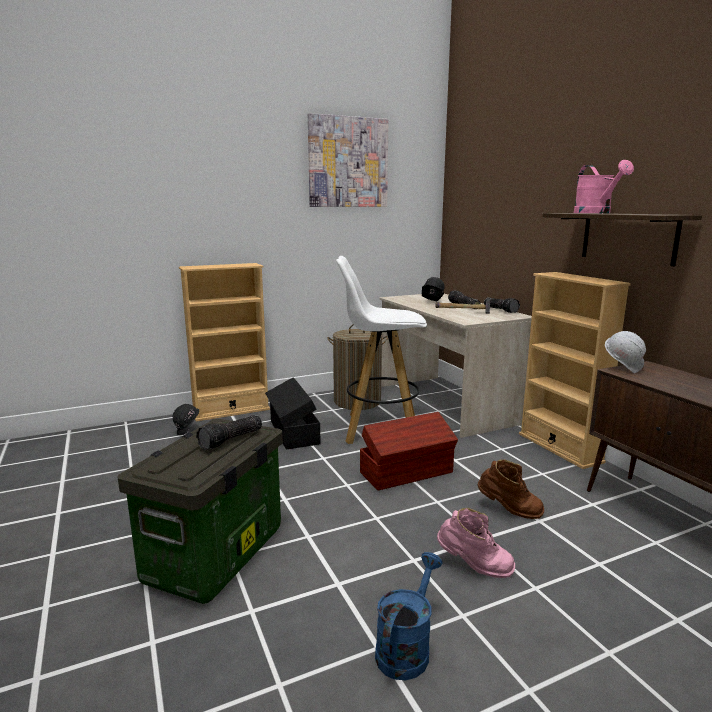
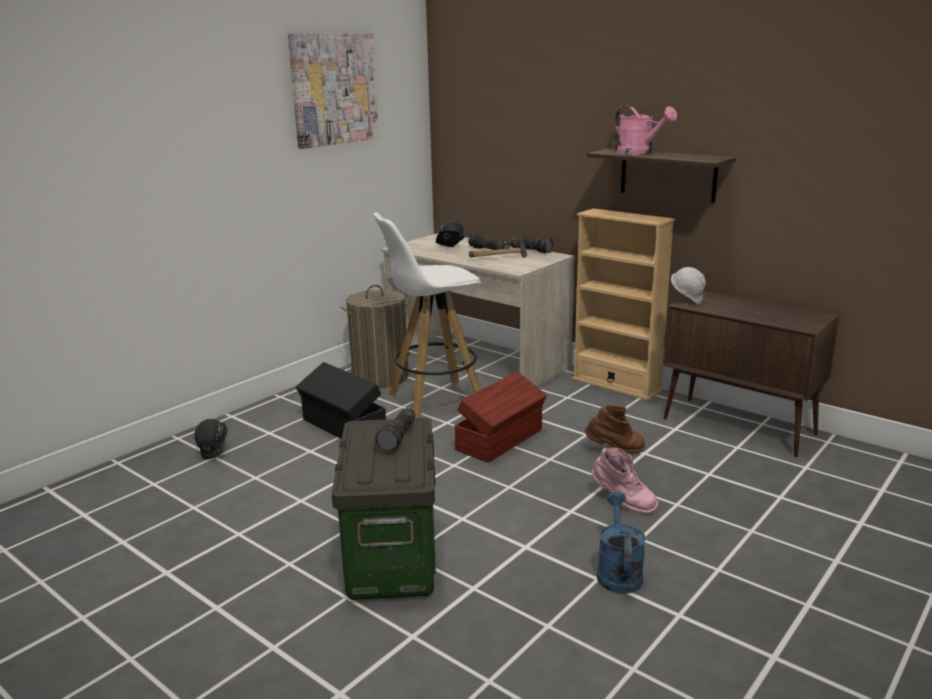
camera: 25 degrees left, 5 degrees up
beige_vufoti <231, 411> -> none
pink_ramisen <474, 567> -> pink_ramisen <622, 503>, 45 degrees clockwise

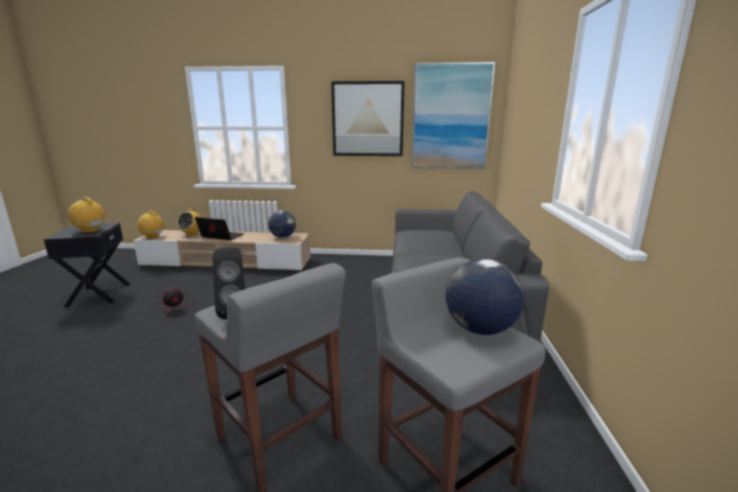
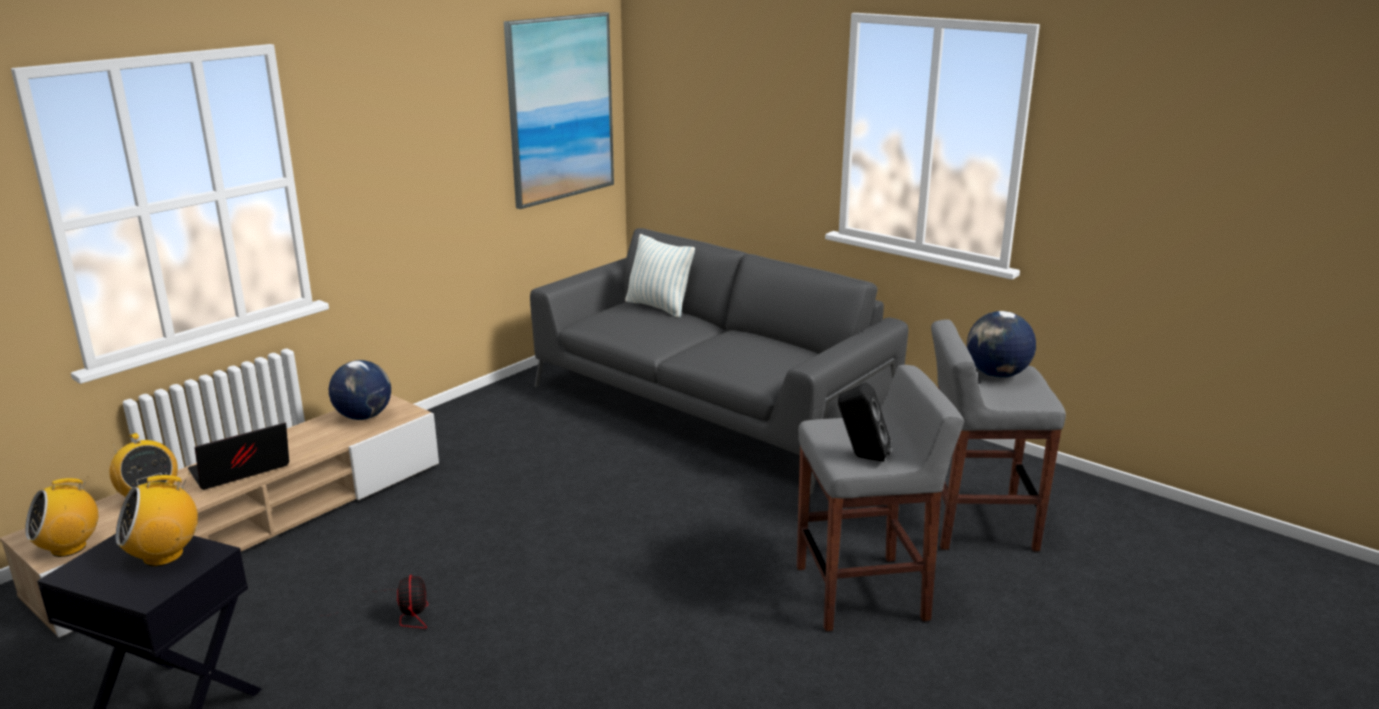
camera: 55 degrees left, 5 degrees up
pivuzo <367, 119> -> none
none -> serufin <658, 307>

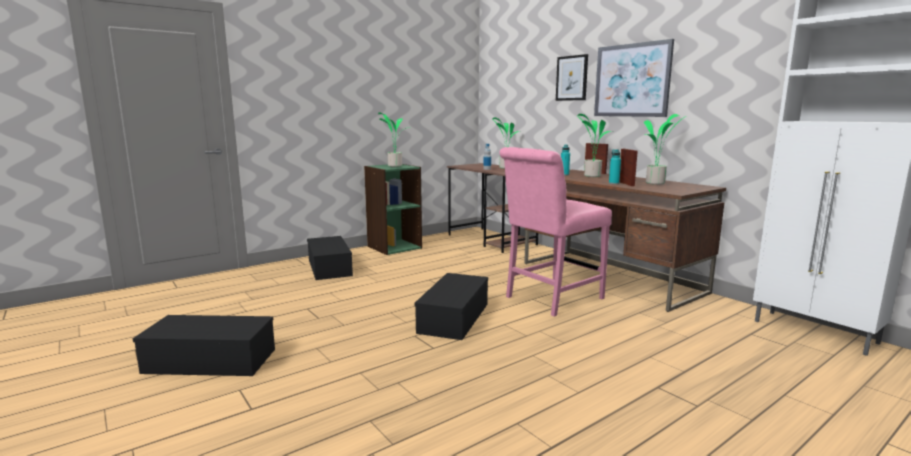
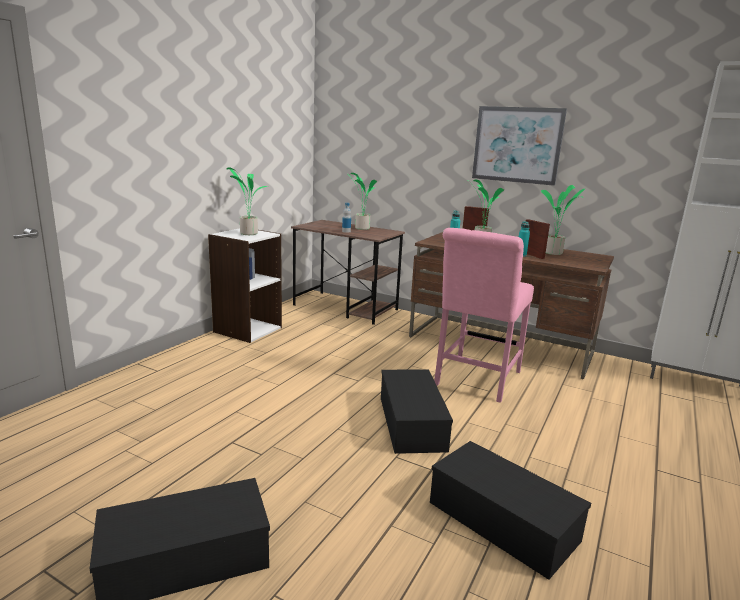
camera: 25 degrees left, 5 degrees up
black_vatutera <330, 267> -> black_vatutera <505, 521>, moved
green_vufoti <394, 247> -> white_vufoti <247, 329>
pivuzo <572, 78> -> none

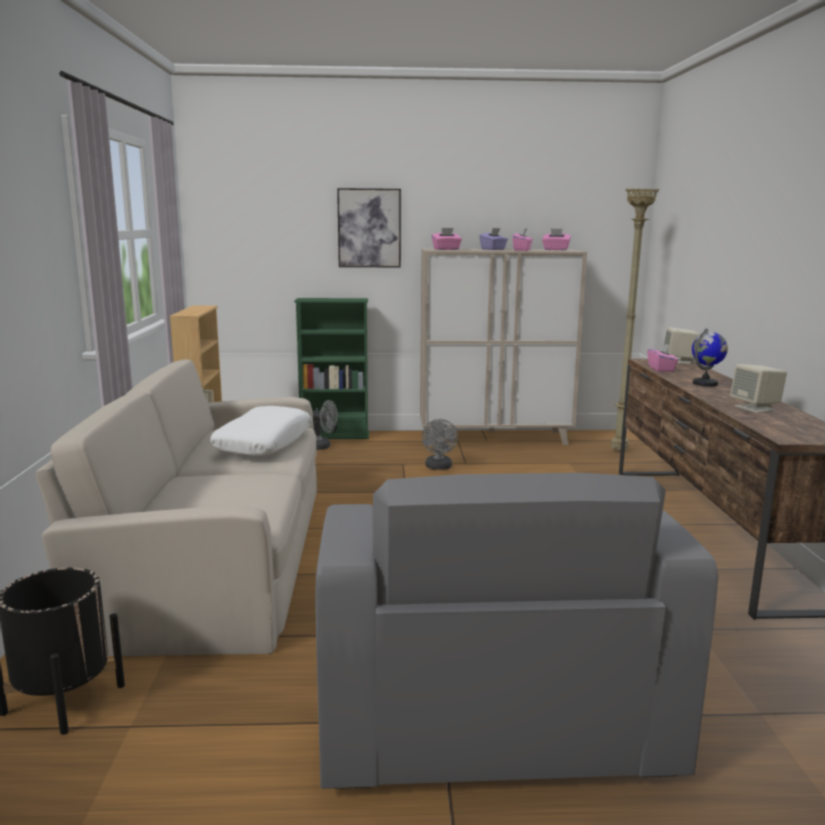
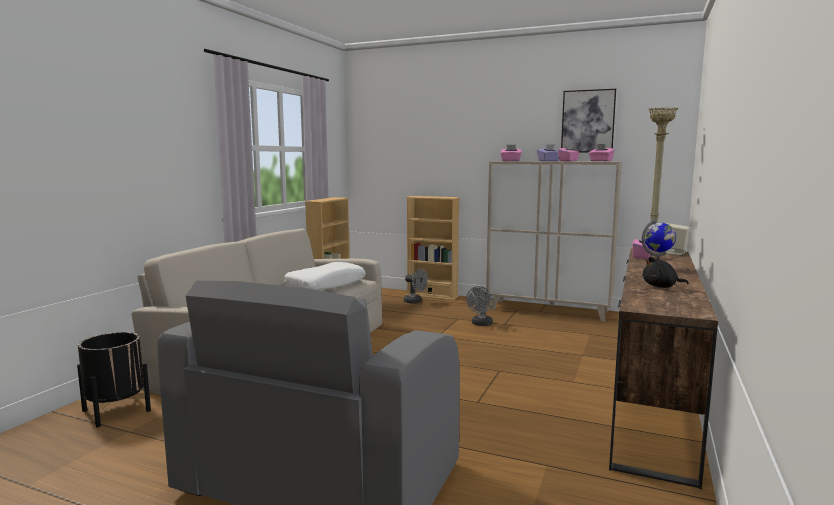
camera: 25 degrees right, 5 degrees down
green_vufoti <334, 435> -> beige_vufoti <432, 296>
pivuzo <369, 228> -> pivuzo <588, 121>, moved
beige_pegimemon <755, 408> -> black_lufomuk <661, 287>

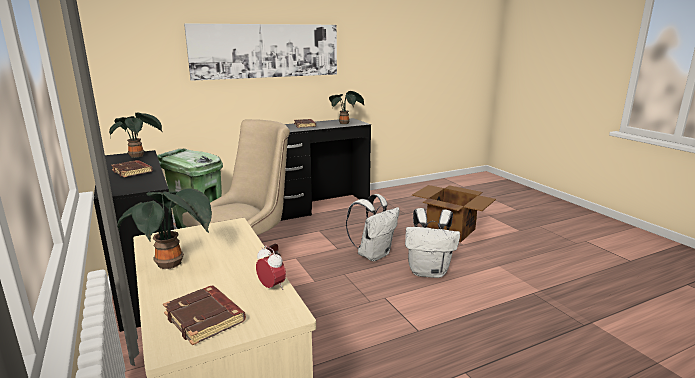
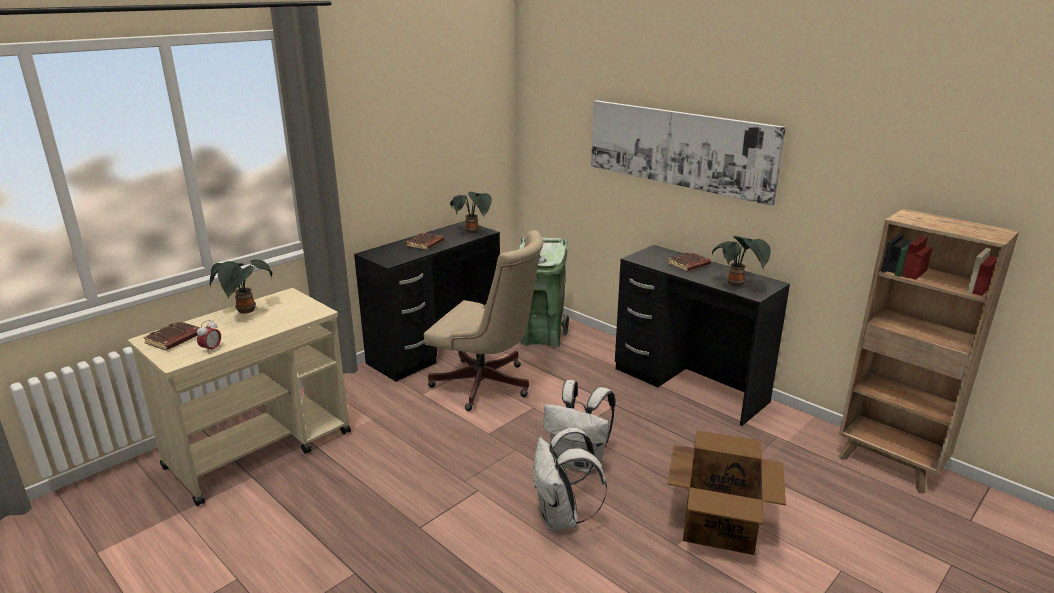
camera: 70 degrees right, 5 degrees up
none -> brown_vufoti <889, 465>

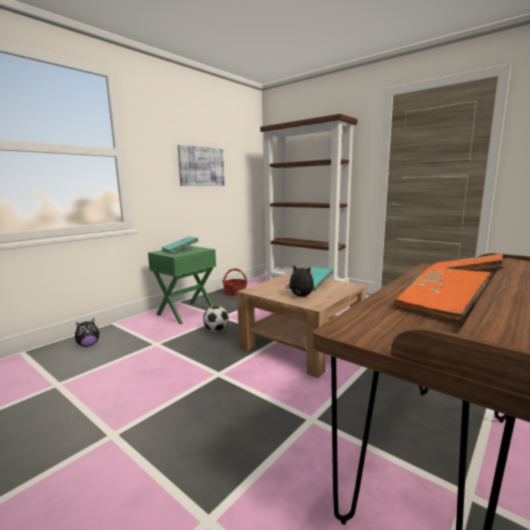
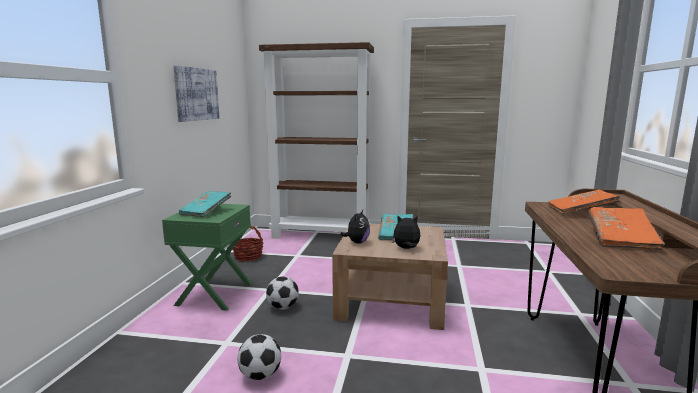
camera: 30 degrees left, 0 degrees up
lufomuk <88, 345> -> lufomuk <357, 242>, moved
none -> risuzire <260, 375>

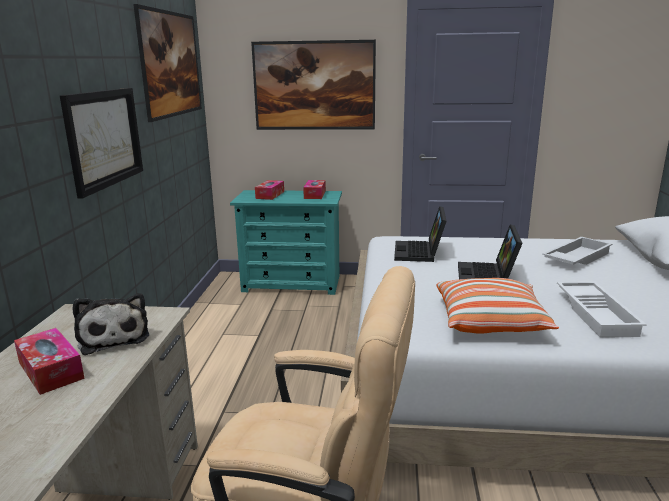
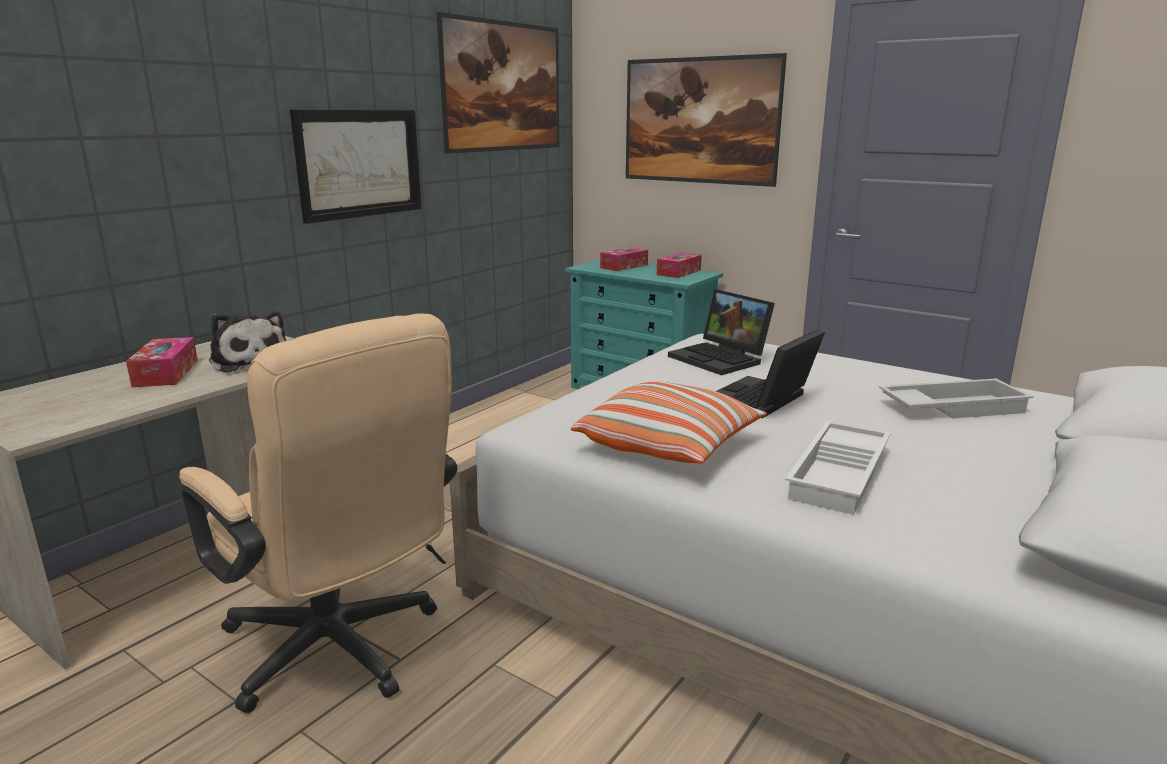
camera: 30 degrees right, 0 degrees up
lufomuk <113, 337> -> lufomuk <248, 361>, 45 degrees counterclockwise
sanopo <420, 253> -> sanopo <721, 359>, 75 degrees counterclockwise

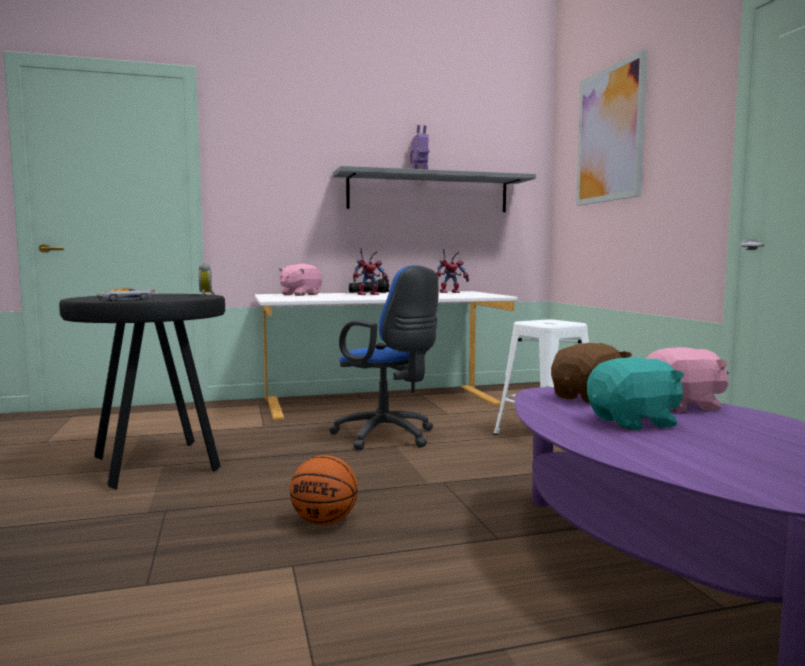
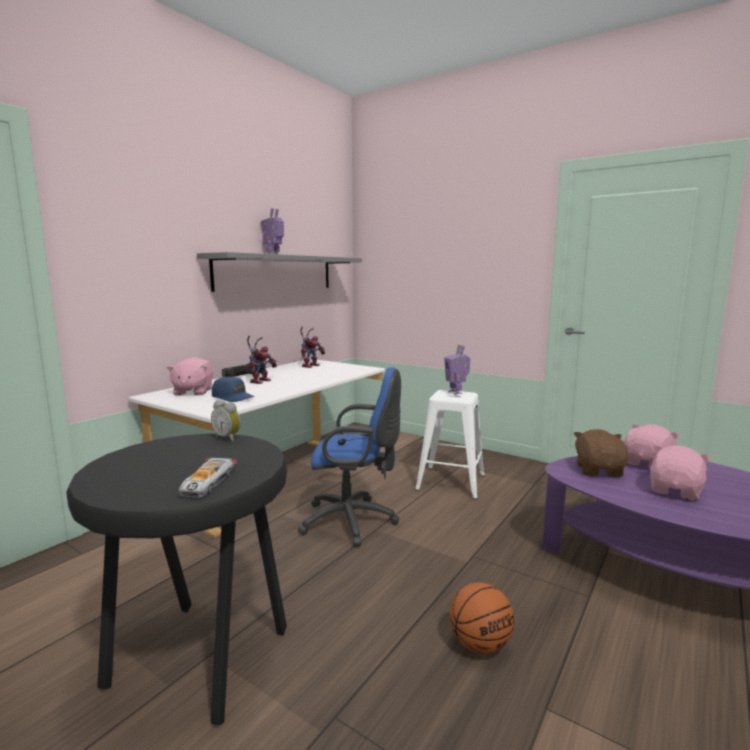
camera: 40 degrees left, 5 degrees up
pivuzo <610, 135> -> none
turquoise_lufomuk <634, 422> -> pink_lufomuk <676, 491>
none -> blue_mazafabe <233, 397>
none -> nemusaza <456, 392>

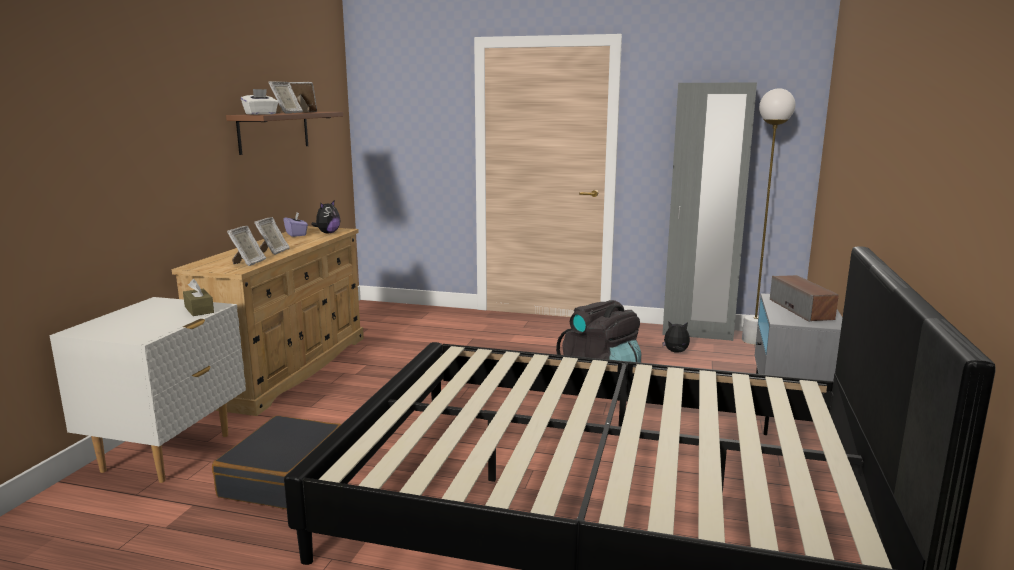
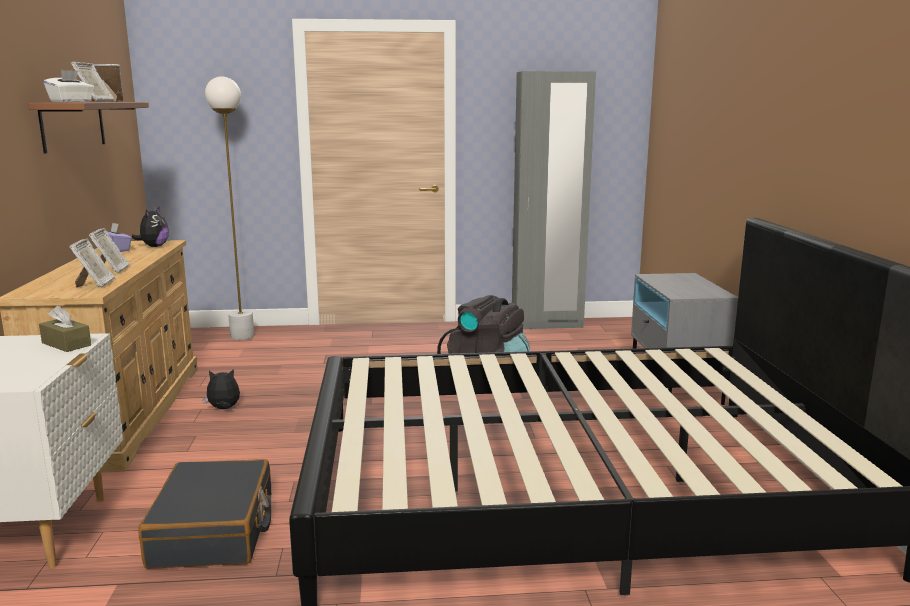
camera: 20 degrees left, 0 degrees up
lufomuk <676, 352> -> lufomuk <224, 409>, moved
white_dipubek <753, 341> -> white_dipubek <242, 336>, moved
pegimemon <801, 309> -> none

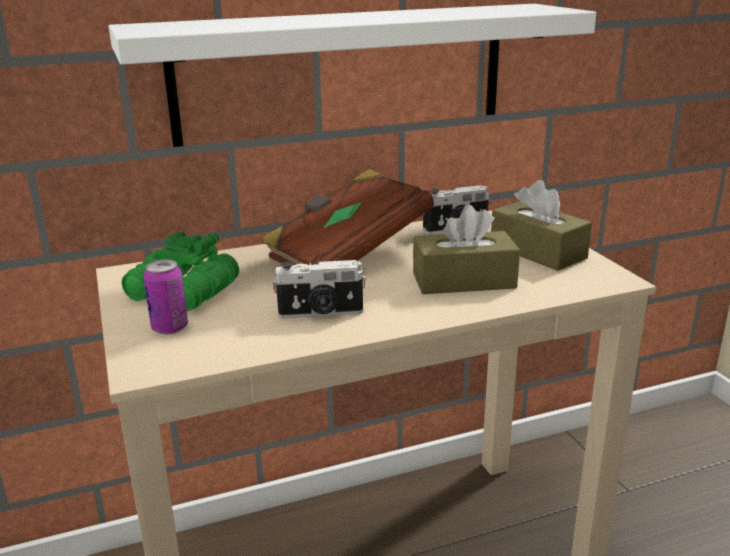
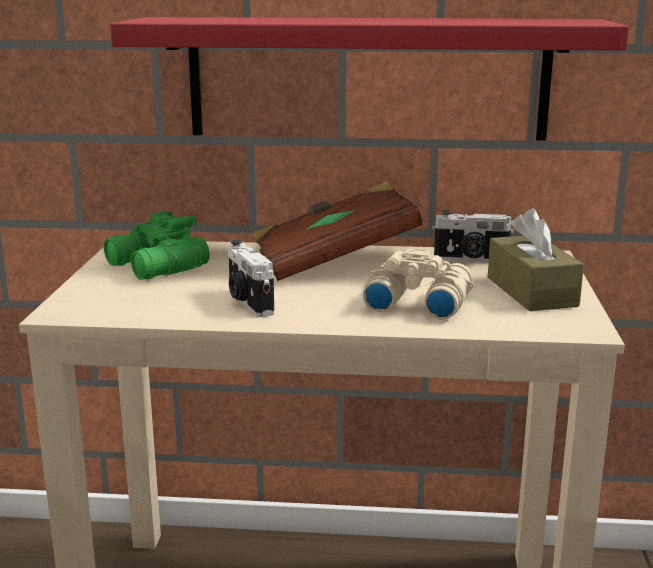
camera: 25 degrees right, 5 degrees down
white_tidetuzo <343, 72> -> red_tidetuzo <367, 78>
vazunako <170, 328> -> none
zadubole <321, 313> -> zadubole <248, 302>, 45 degrees clockwise
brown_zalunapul <463, 281> -> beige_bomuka <416, 302>

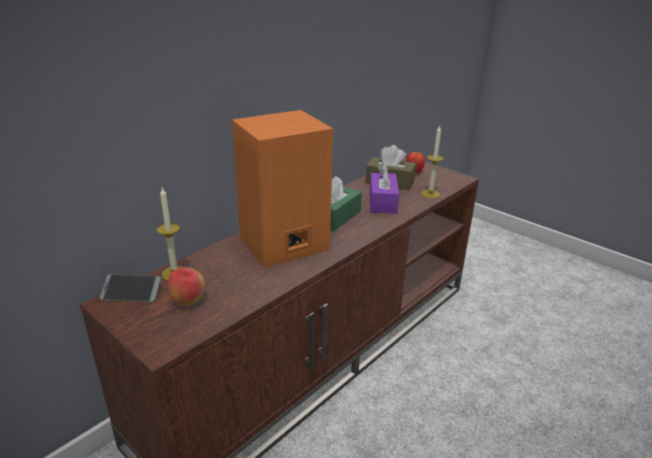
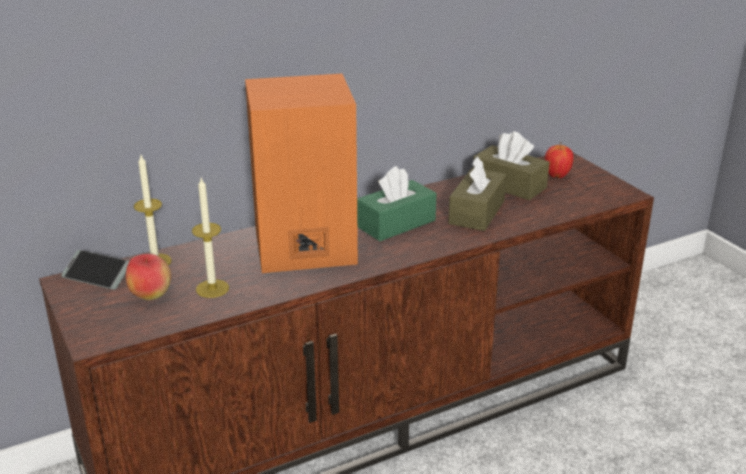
camera: 20 degrees right, 0 degrees up
purple_zalunapul <382, 202> -> brown_zalunapul <476, 212>
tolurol <430, 194> -> tolurol <212, 288>, moved

